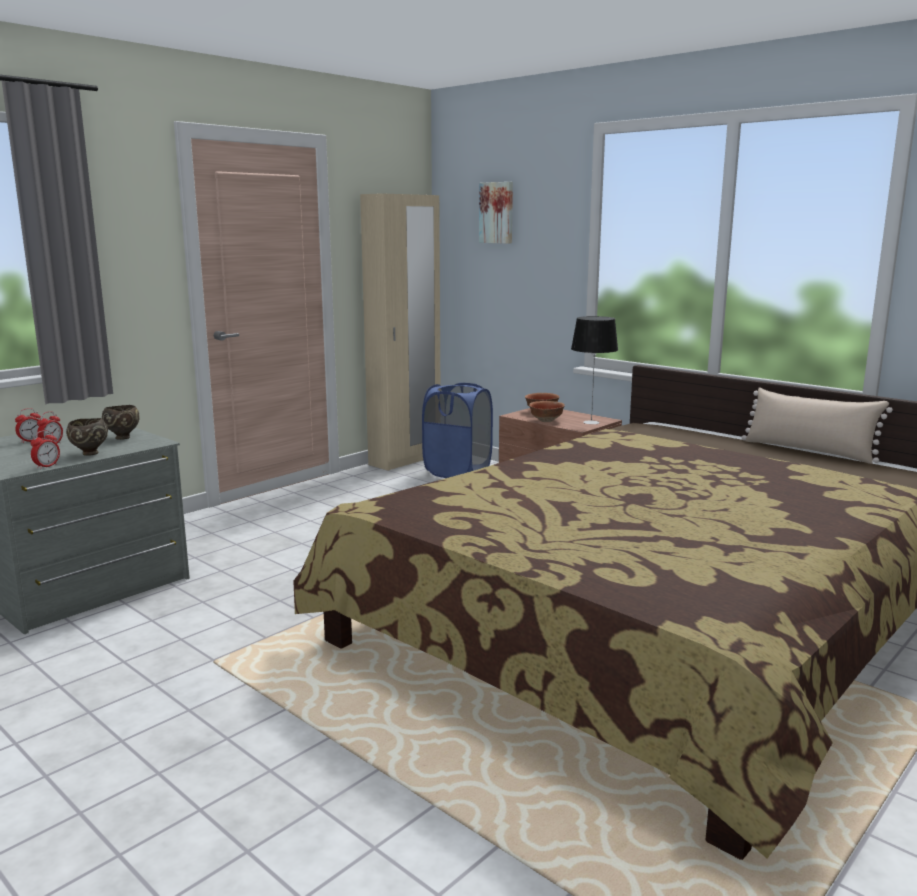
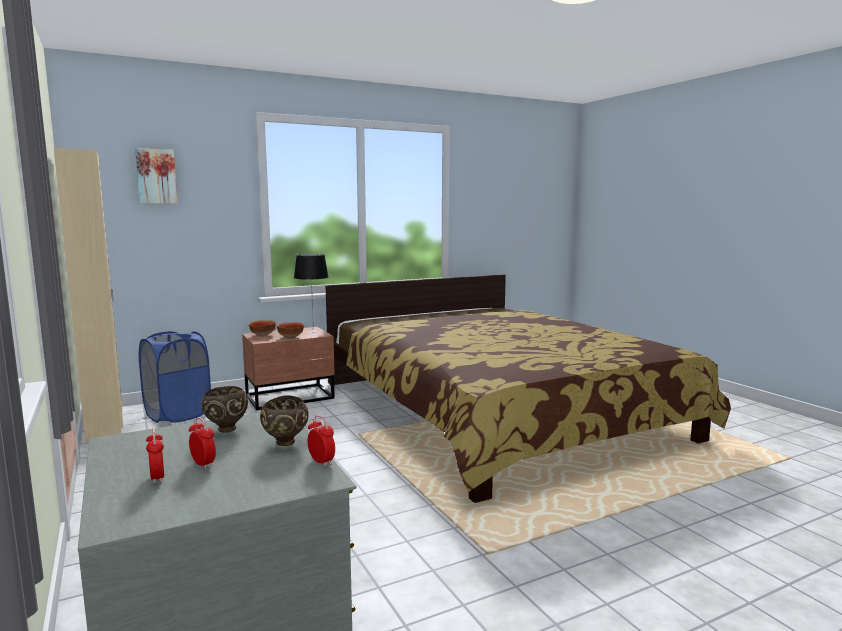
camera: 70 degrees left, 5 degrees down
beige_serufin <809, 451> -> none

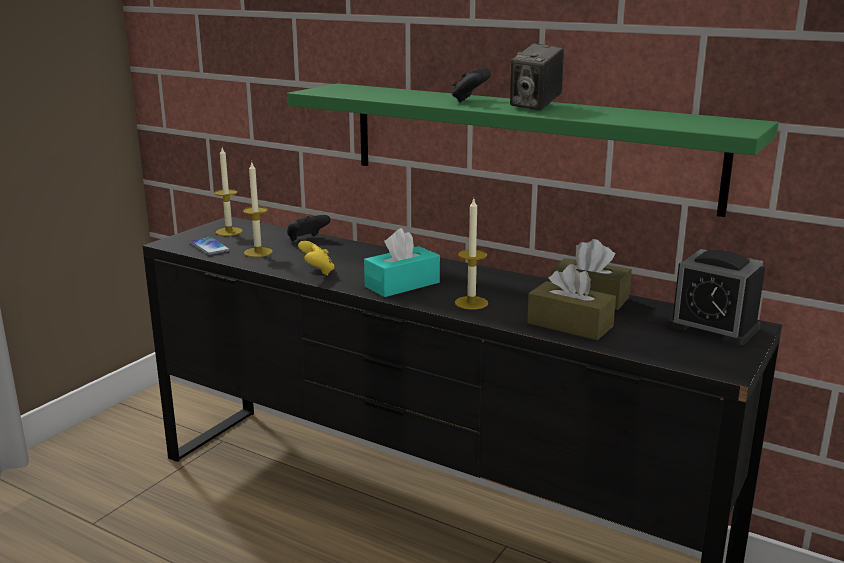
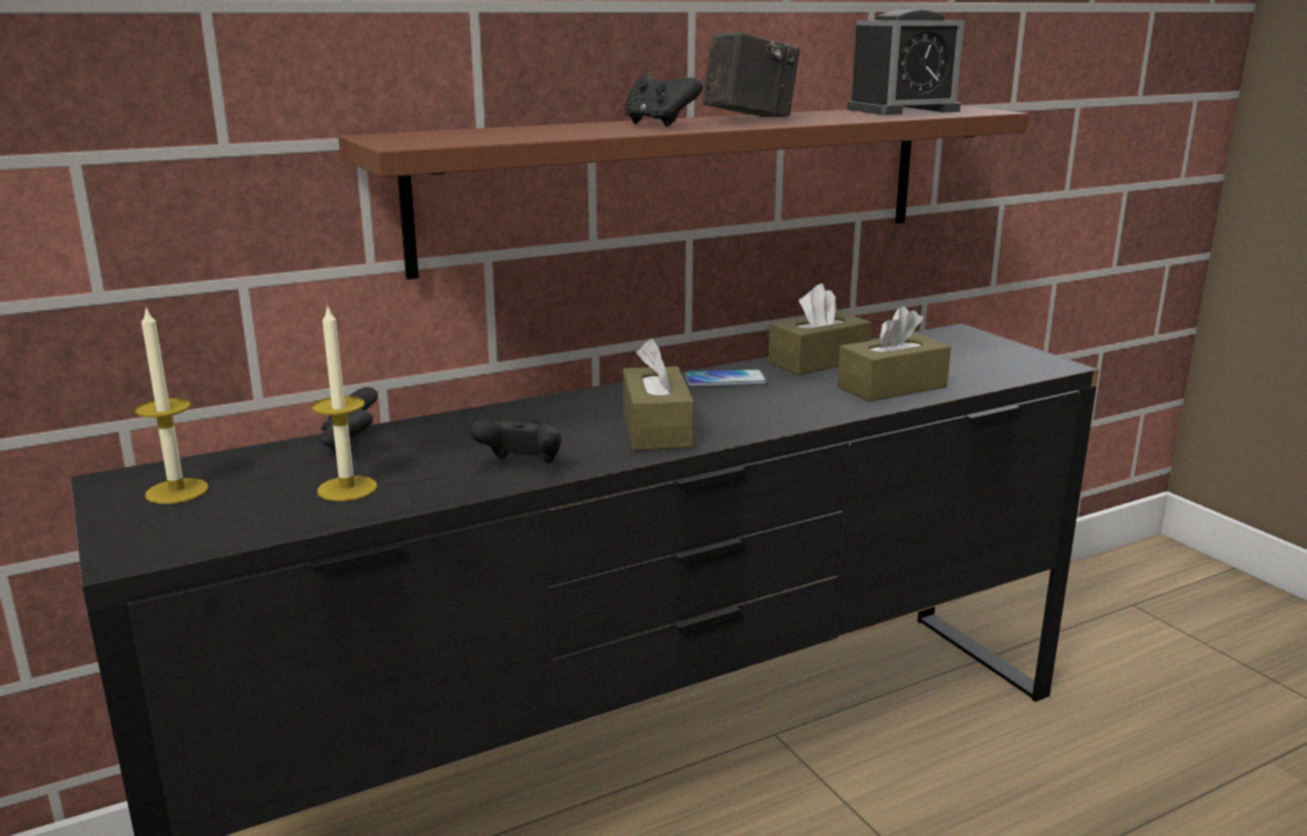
camera: 60 degrees left, 0 degrees up
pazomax <210, 247> -> pazomax <725, 380>, moved
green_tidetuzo <525, 144> -> brown_tidetuzo <683, 183>
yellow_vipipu <317, 271> -> black_vipipu <521, 465>
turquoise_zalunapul <402, 284> -> brown_zalunapul <656, 429>
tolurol <471, 303> -> none
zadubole <535, 106> -> zadubole <749, 119>, 90 degrees counterclockwise
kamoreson <713, 327> -> kamoreson <903, 110>, moved

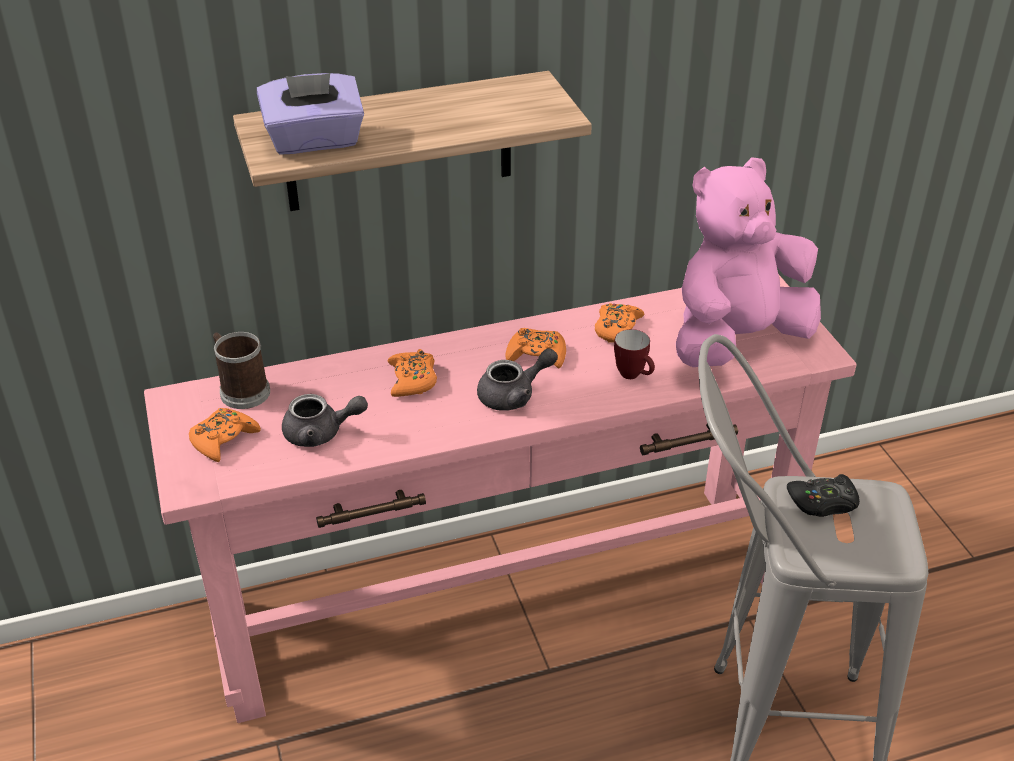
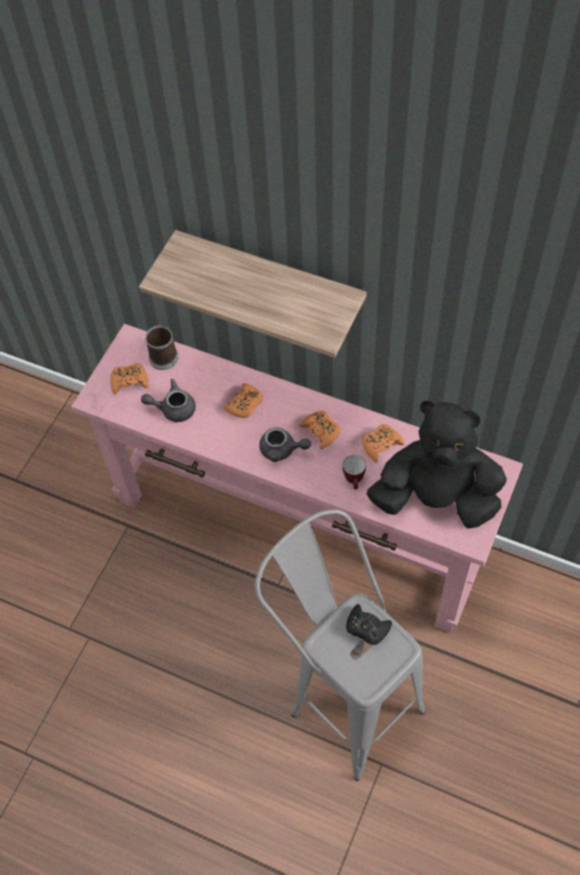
camera: 45 degrees right, 20 degrees up
purple_zalunapul <314, 141> -> none
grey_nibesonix <321, 433> -> grey_nibesonix <173, 408>, 135 degrees clockwise
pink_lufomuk <736, 340> -> black_lufomuk <436, 498>

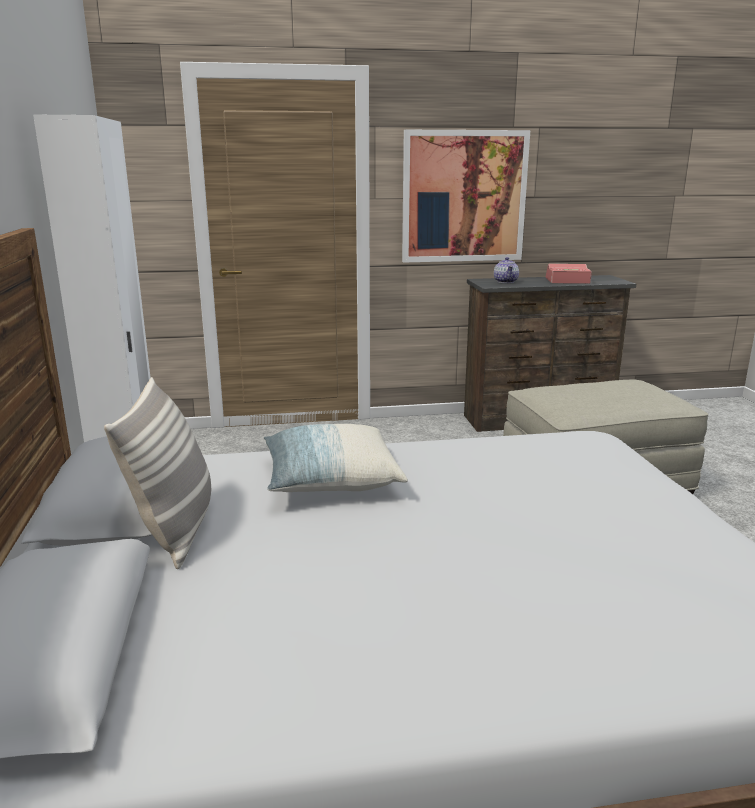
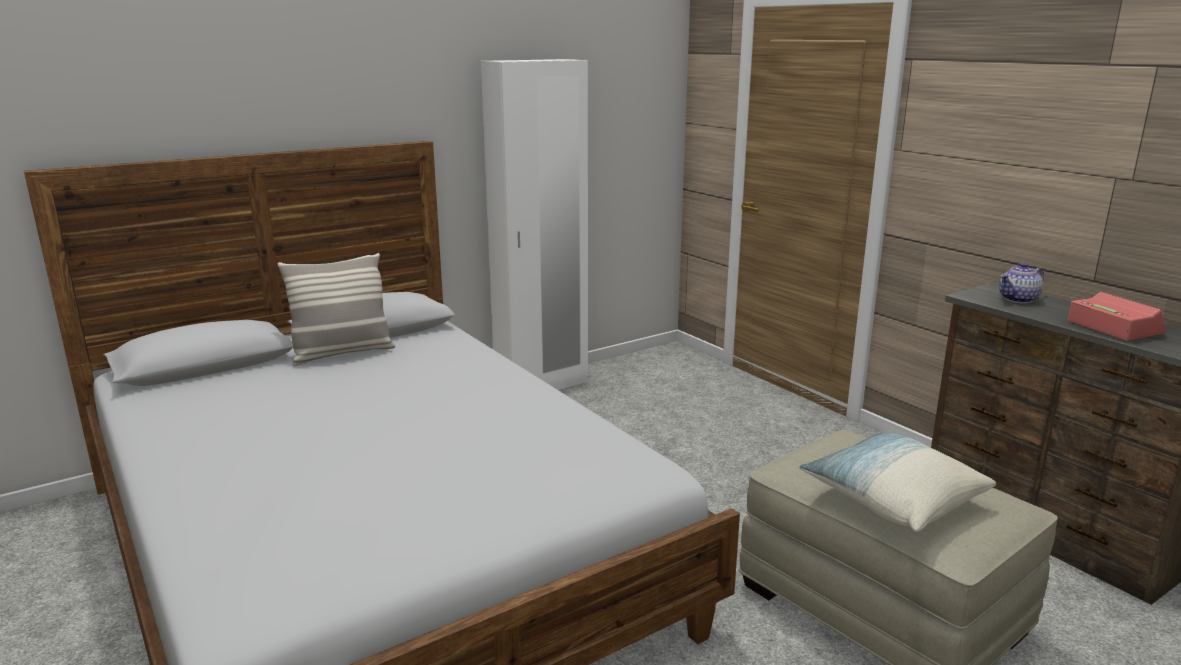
camera: 65 degrees right, 0 degrees up
serufin <330, 480> -> serufin <892, 499>, moved
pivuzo <464, 197> -> none

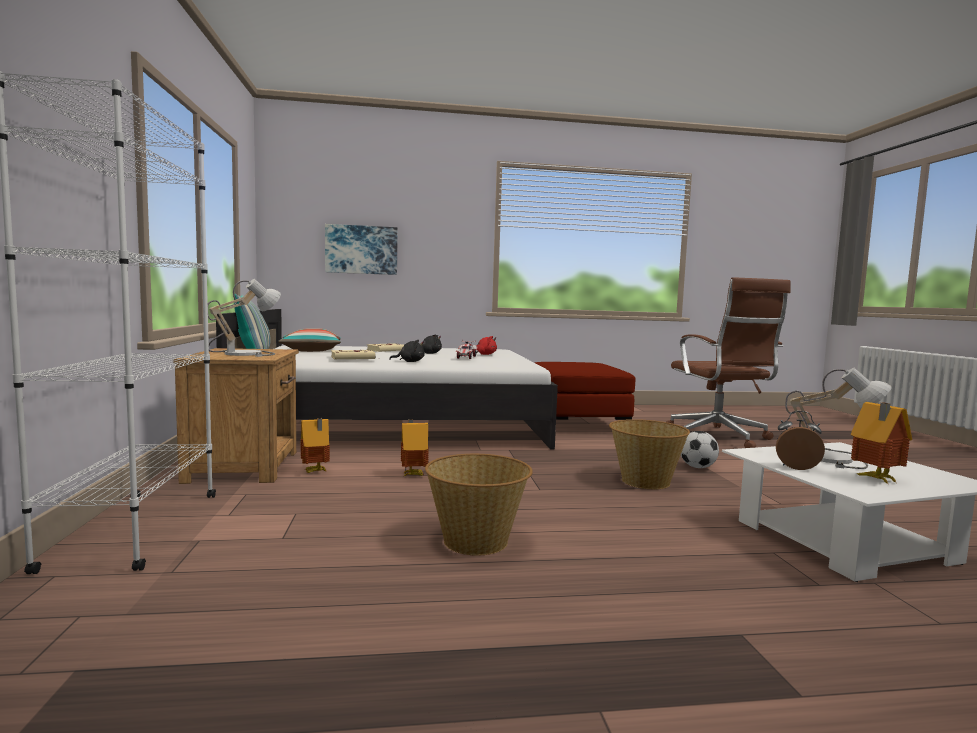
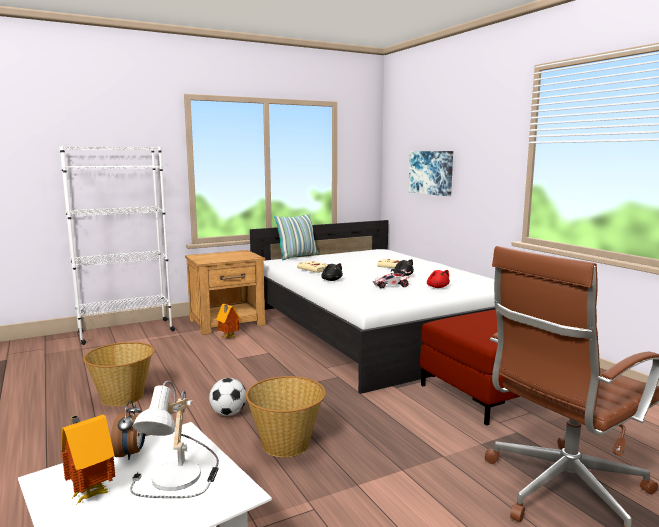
camera: 70 degrees right, 5 degrees up
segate <244, 353> -> none
serufin <311, 350> -> none
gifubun <413, 474> -> none
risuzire <697, 467> -> risuzire <228, 413>, moved

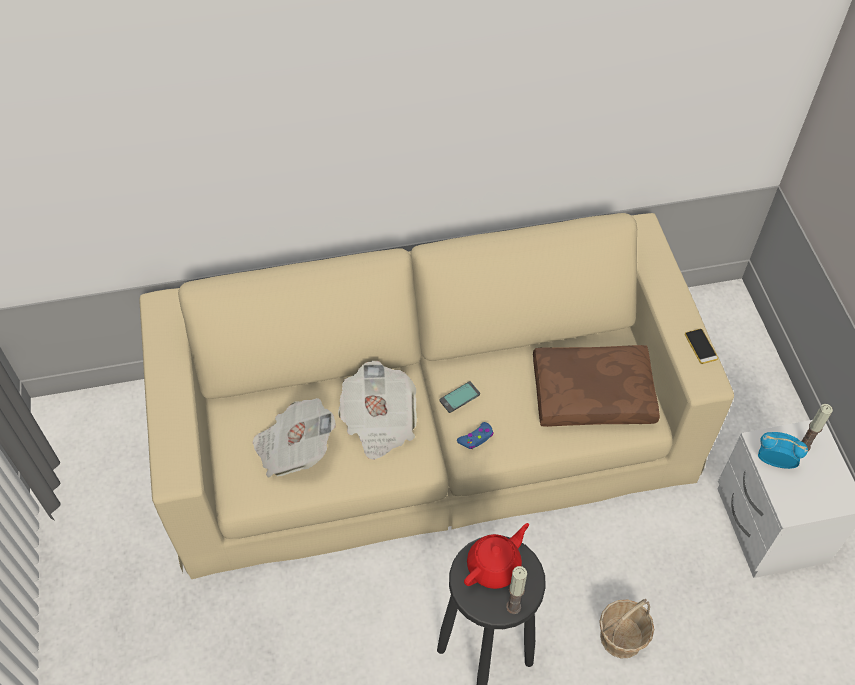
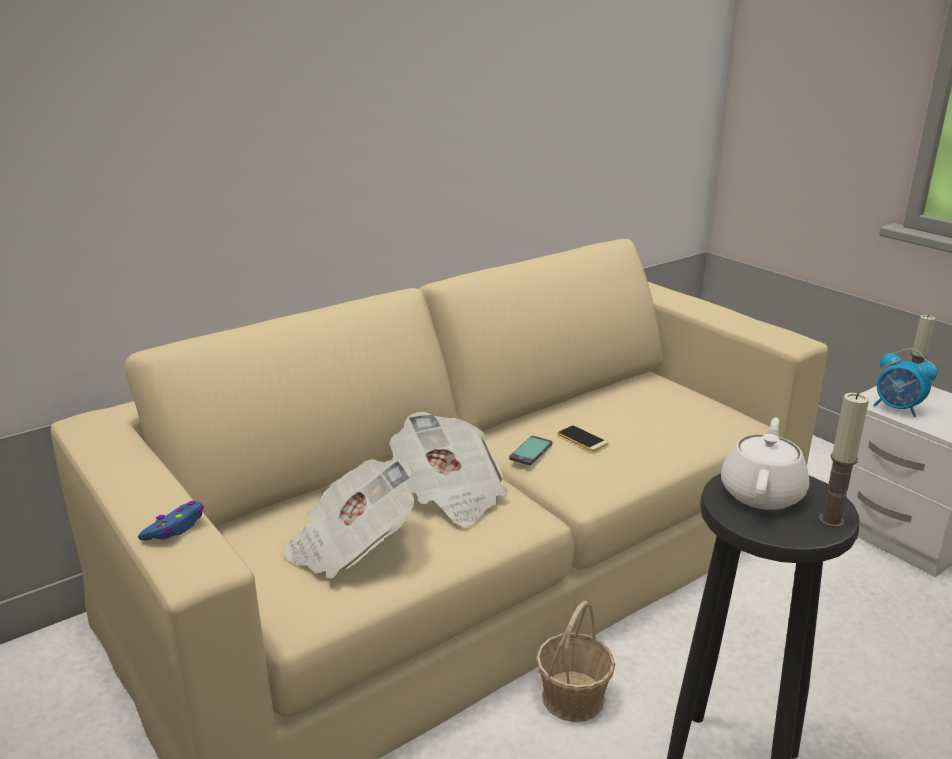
camera: 25 degrees left, 30 degrees down
blue_vipipu <476, 438> -> blue_vipipu <175, 528>, moved
red_nibesonix <495, 566> -> white_nibesonix <762, 493>
brown_serufin <593, 392> -> none
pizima <622, 637> -> pizima <573, 697>, moved
pazomax <701, 346> -> pazomax <582, 439>, moved
kamoreson <774, 460> -> kamoreson <897, 409>, 135 degrees counterclockwise

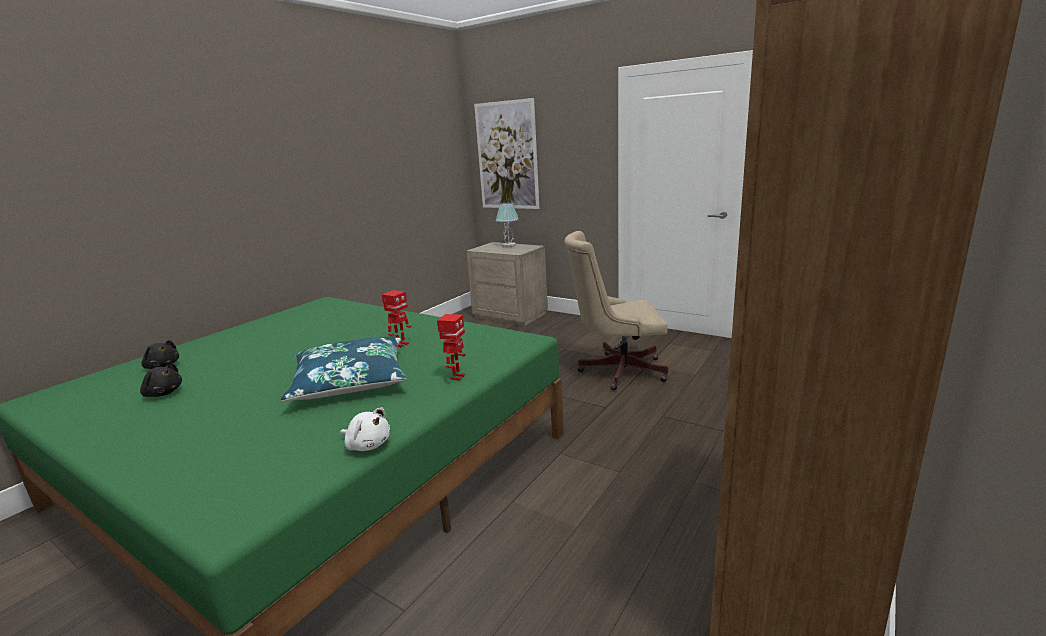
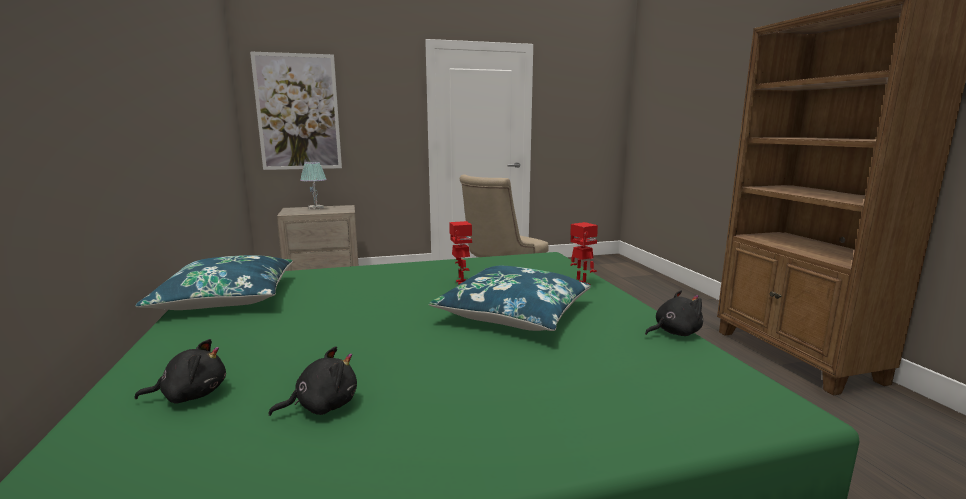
camera: 50 degrees left, 5 degrees down
white_lufomuk <367, 445> -> black_lufomuk <674, 332>
none -> blue_serufin <227, 298>

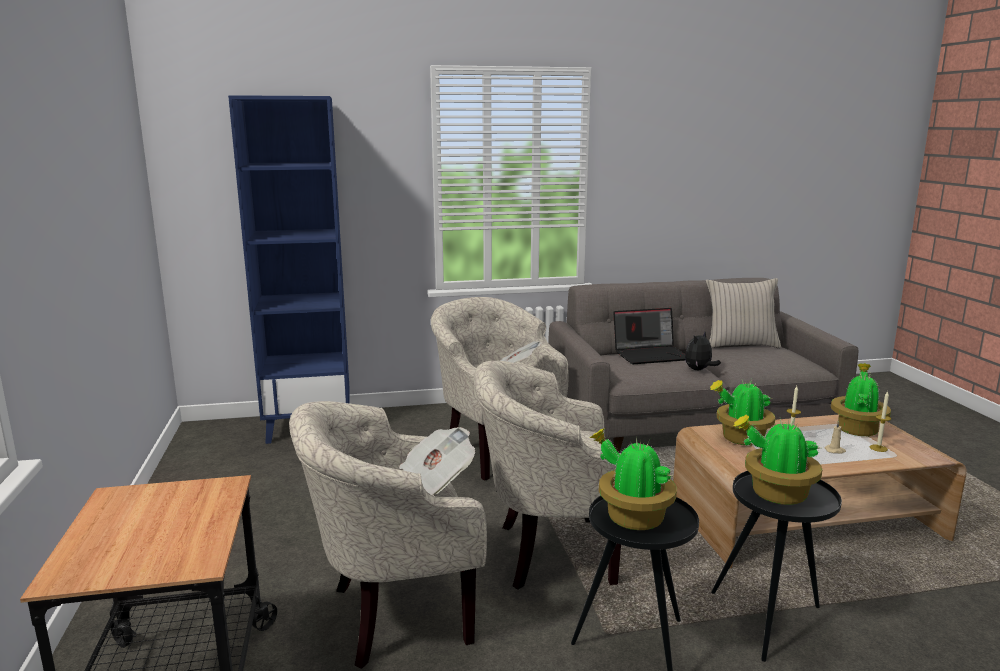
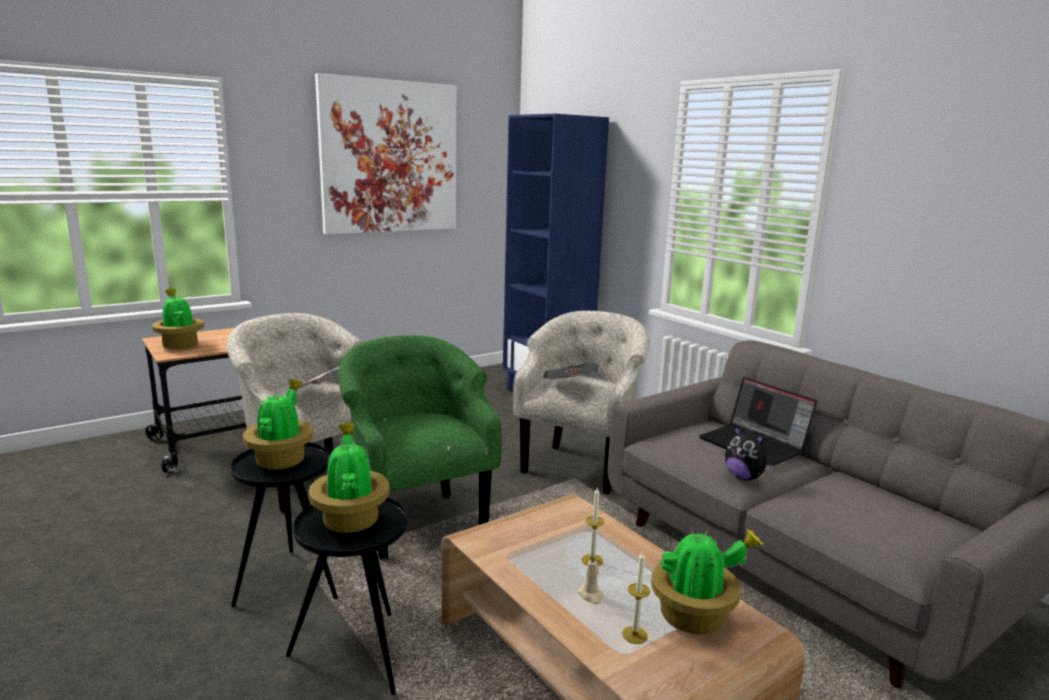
camera: 65 degrees right, 0 degrees up
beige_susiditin <547, 553> -> green_susiditin <416, 520>
lufomuk <699, 370> -> lufomuk <744, 477>, 150 degrees counterclockwise
beige_serufin <740, 345> -> none
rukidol <741, 439> -> rukidol <180, 344>, moved
none -> pivuzo <390, 157>

